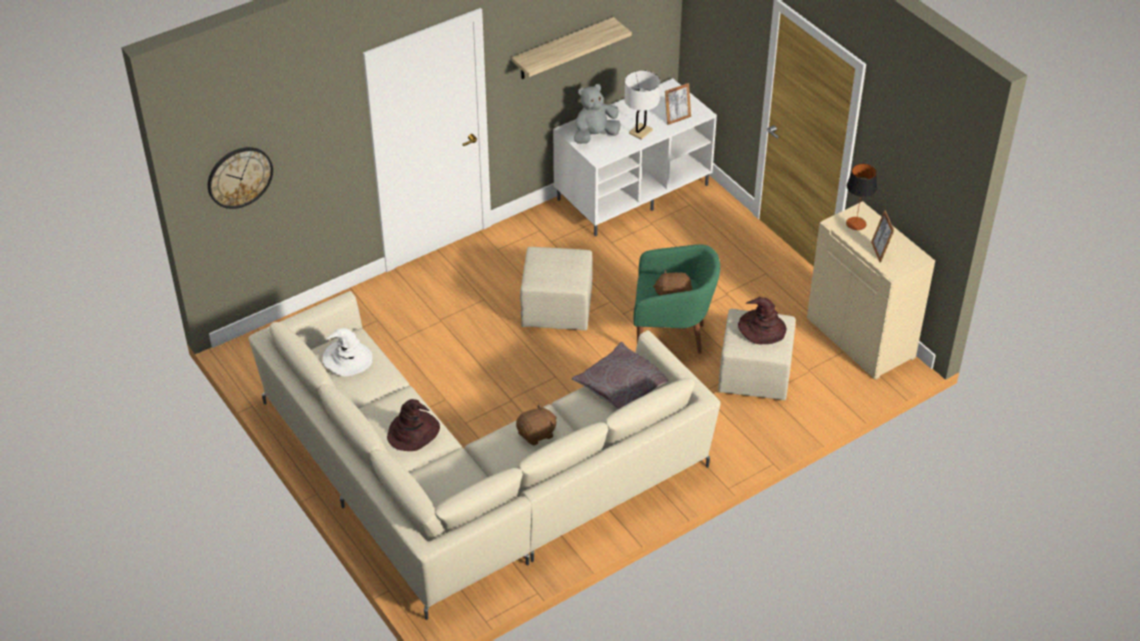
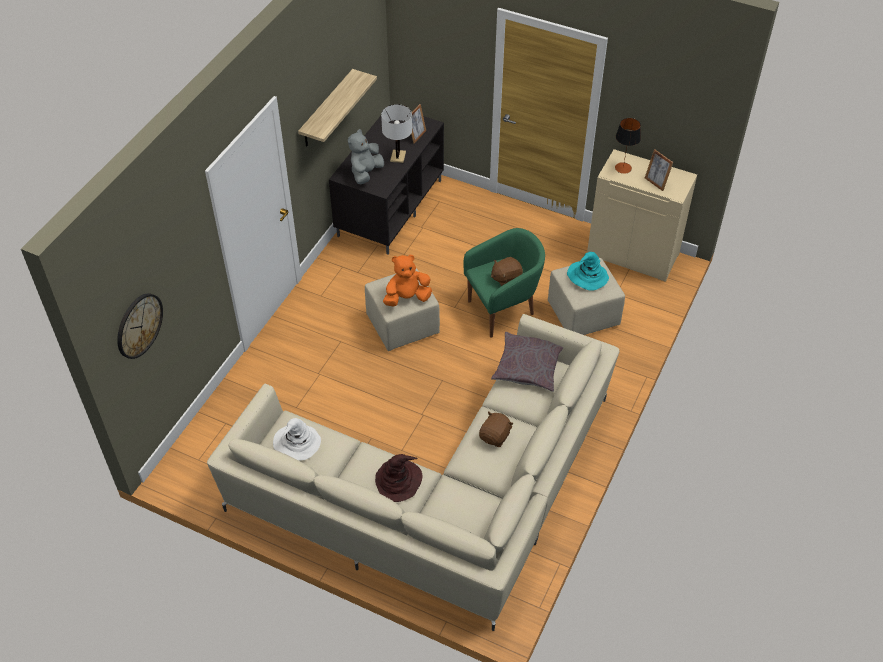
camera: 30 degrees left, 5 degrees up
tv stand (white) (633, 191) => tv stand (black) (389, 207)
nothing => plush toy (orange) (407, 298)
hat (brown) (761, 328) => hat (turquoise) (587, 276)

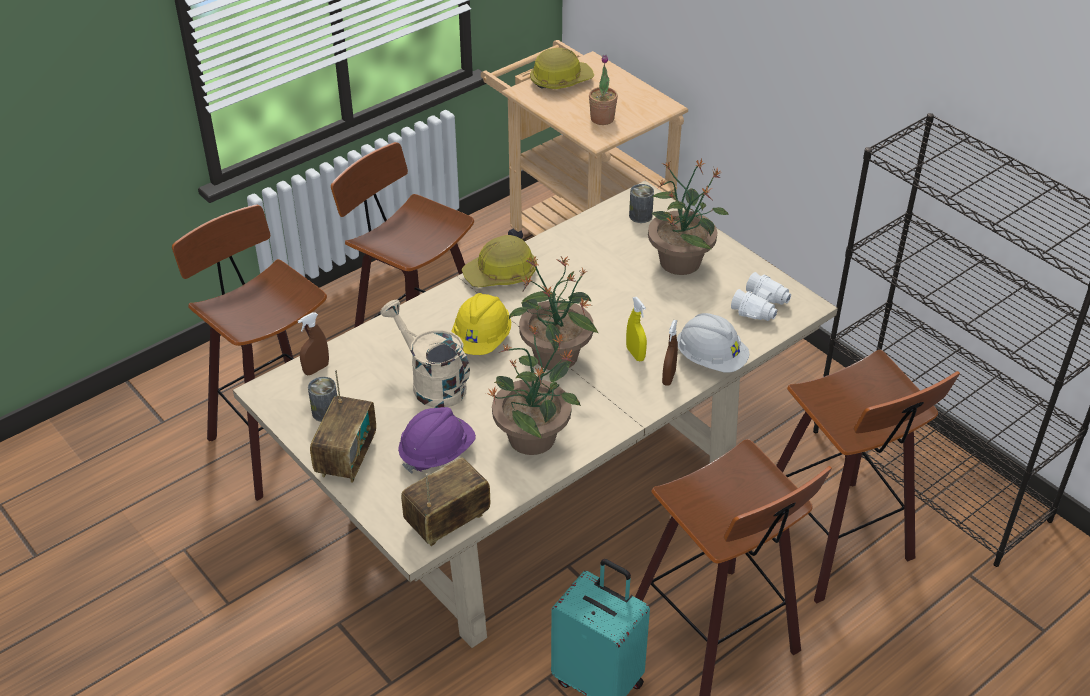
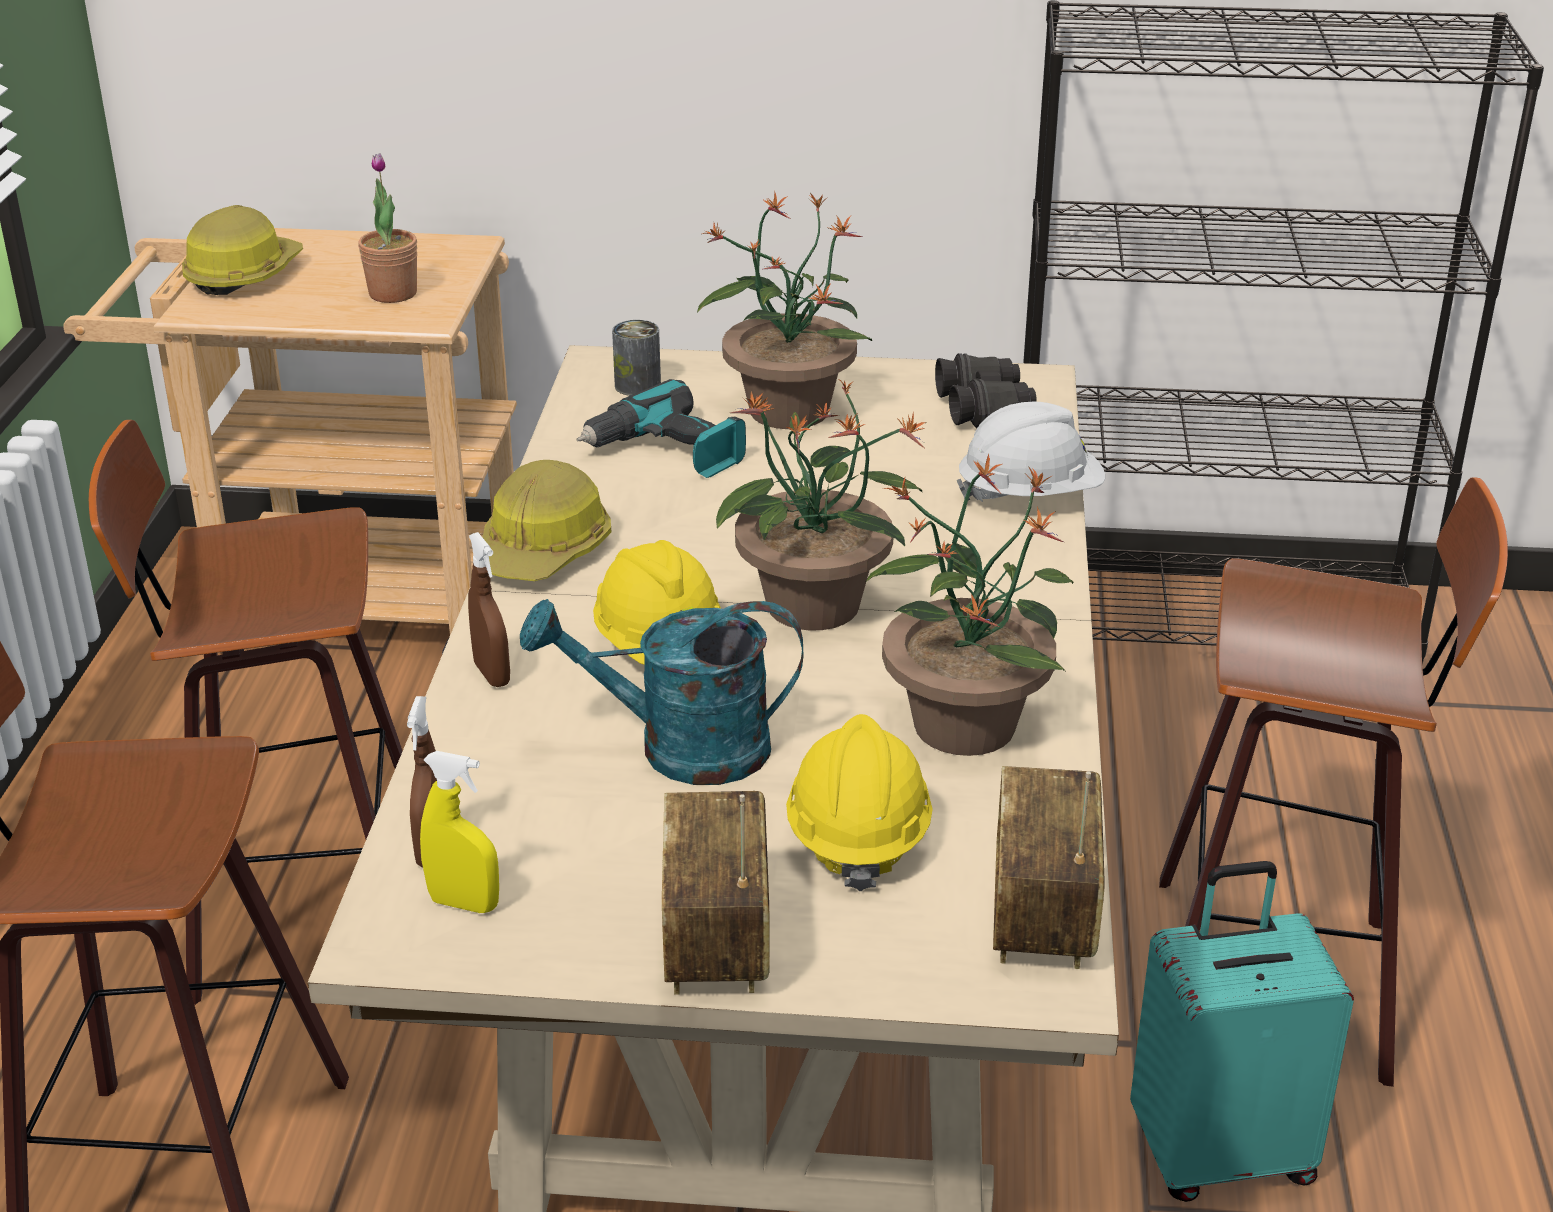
camera: 45 degrees left, 10 degrees down
spray bottle (yellow) (635, 354) => spray bottle (yellow) (464, 903), moved
spray bottle (brown) (668, 377) => spray bottle (brown) (492, 674), moved
watering can (beige) (431, 383) => watering can (turquoise) (680, 749)
nothing => power drill (667, 453)
radio (346, 457) => radio (717, 942), 150 degrees counterclockwise
hard hat (purple) (437, 453) => hard hat (yellow) (857, 836)
binoculars (white) (761, 307) => binoculars (black) (984, 408)
can (325, 412) => nothing
stool (836, 544) => nothing

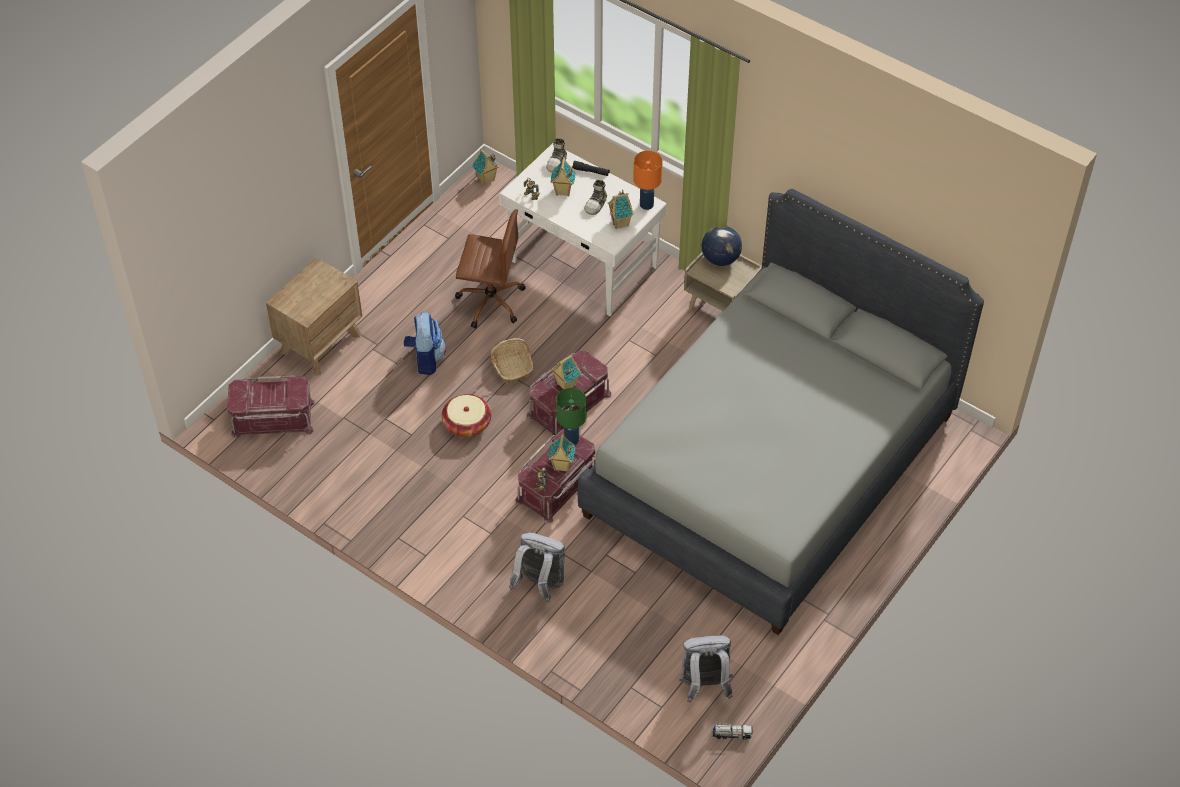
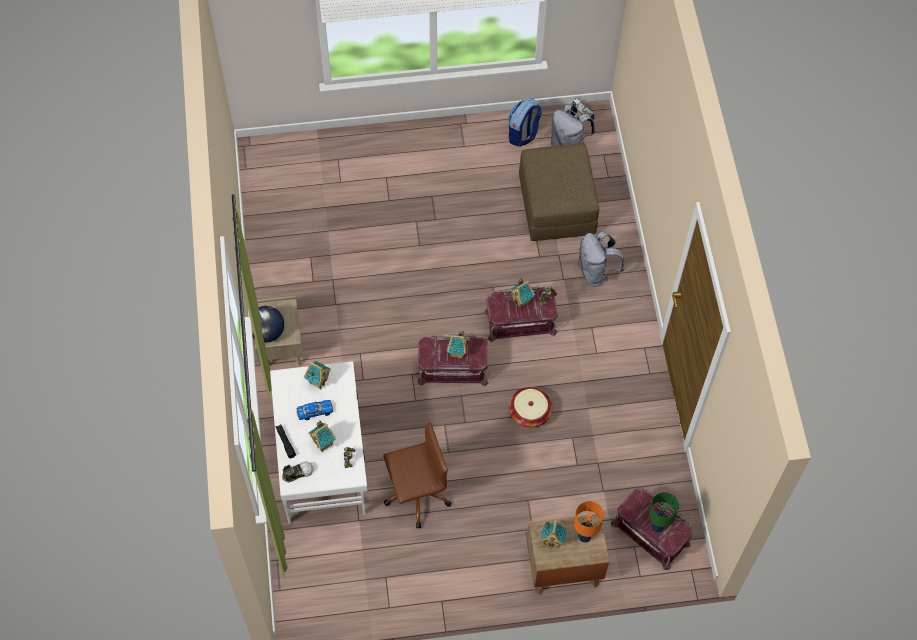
camera: 135 degrees left, 10 degrees up
shoe (596, 204) => toy car (315, 411)
office chair (brown) (490, 301) => office chair (brown) (415, 494), 105 degrees clockwise
backpack (425, 359) => backpack (523, 134), moved
nothing => ottoman (brown) (556, 206)
toy house (486, 179) => toy house (552, 540), moved
table lamp (orange) (646, 204) => table lamp (orange) (584, 536), moved
table lamp (green) (571, 439) => table lamp (green) (657, 527), moved
basket (512, 366) => nothing
bed (grey) (771, 465) => nothing

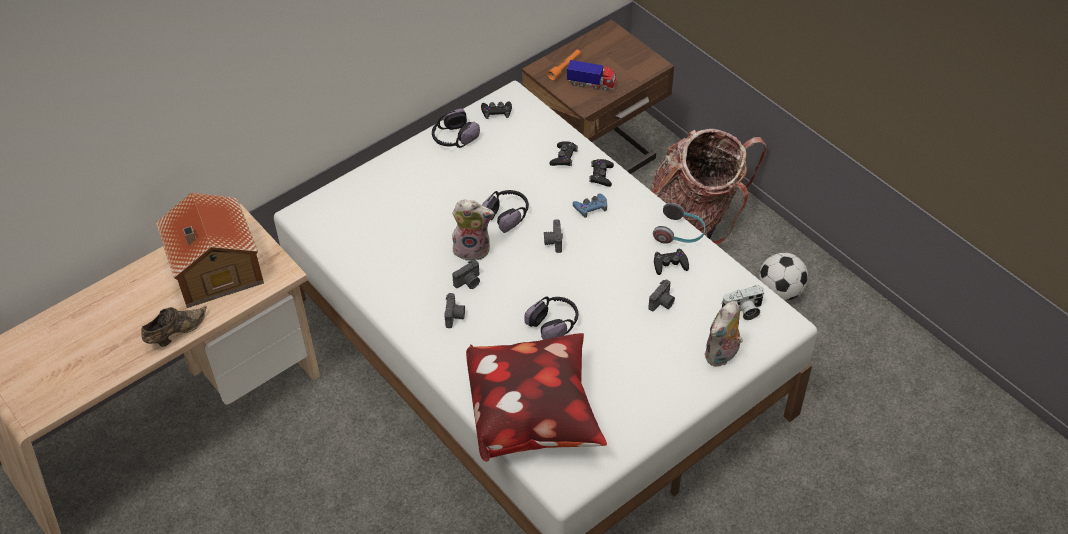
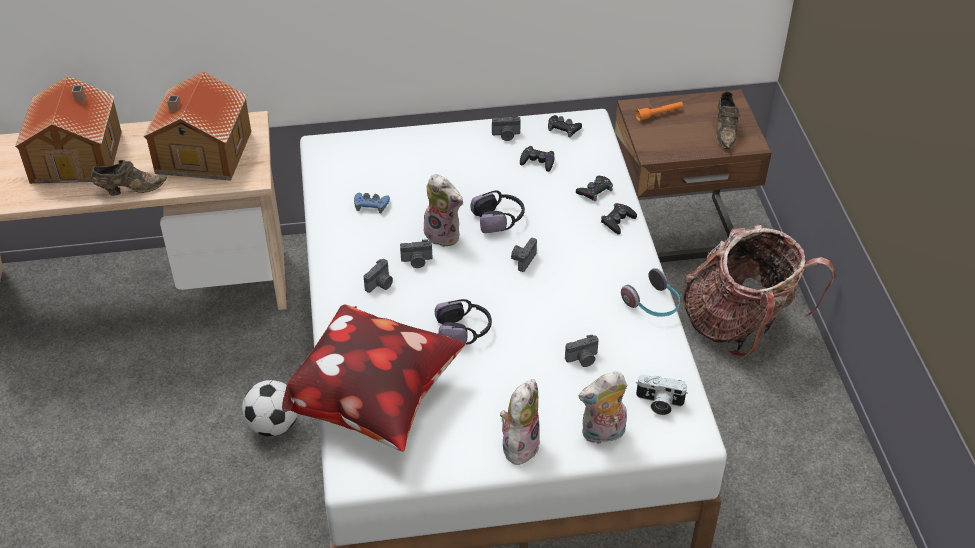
camera: 30 degrees right, 5 degrees down
nothing => toy house (78, 156)
football (780, 291) => football (273, 425), moved
game controller (blue) (590, 207) => game controller (blue) (371, 205), moved
headphones (454, 138) => photo camera (506, 135)
nothing => plush toy (519, 444)
game controller (black) (670, 264) => game controller (black) (537, 161), moved
nothing => shoe (brown) (725, 131)
toy truck (591, 84) => nothing

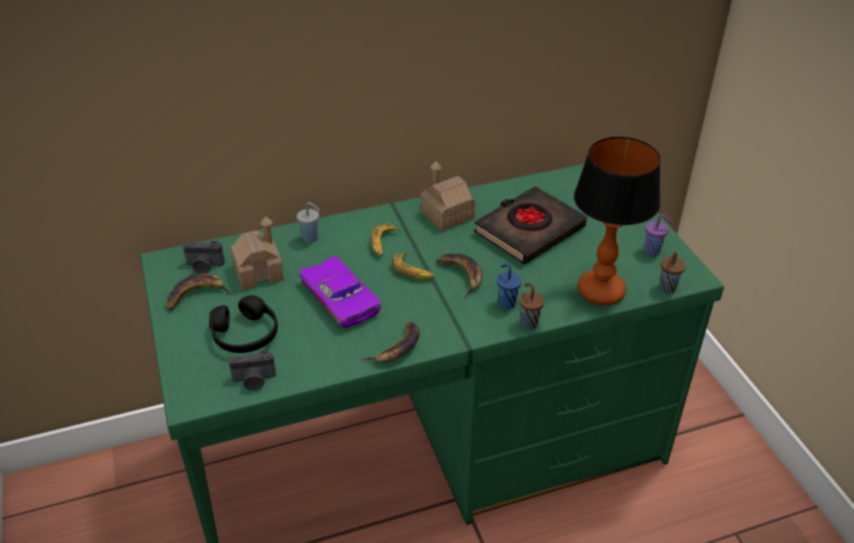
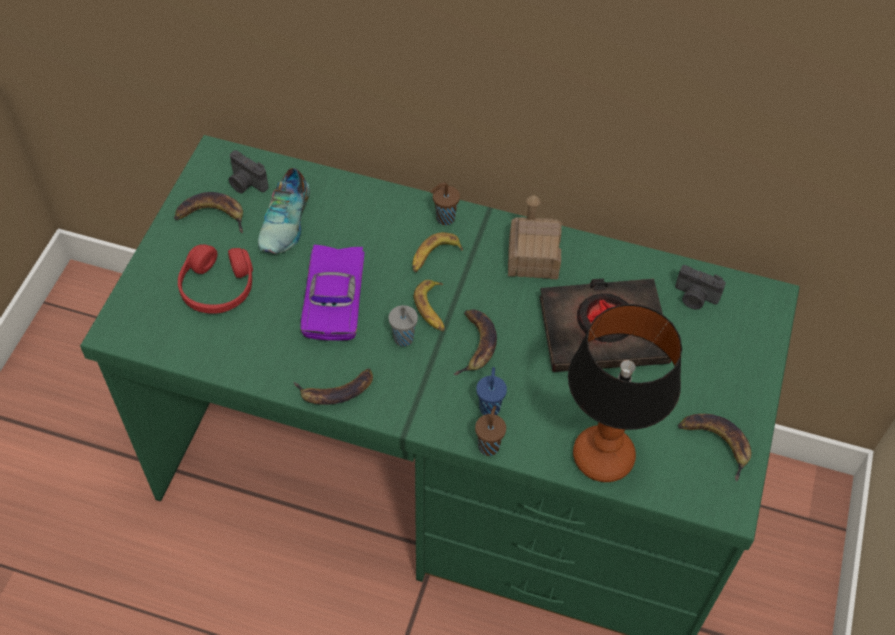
camera: 35 degrees right, 15 degrees up
headphones (black) (245, 334) => headphones (red) (217, 287)
toy house (258, 272) => shoe (287, 220)
cup (grey) (311, 238) => cup (grey) (404, 339), moved
cup (brown) (667, 288) => cup (brown) (444, 218), moved
photo camera (254, 380) => photo camera (694, 297), moved
cup (purple) (653, 251) => banana (717, 443)

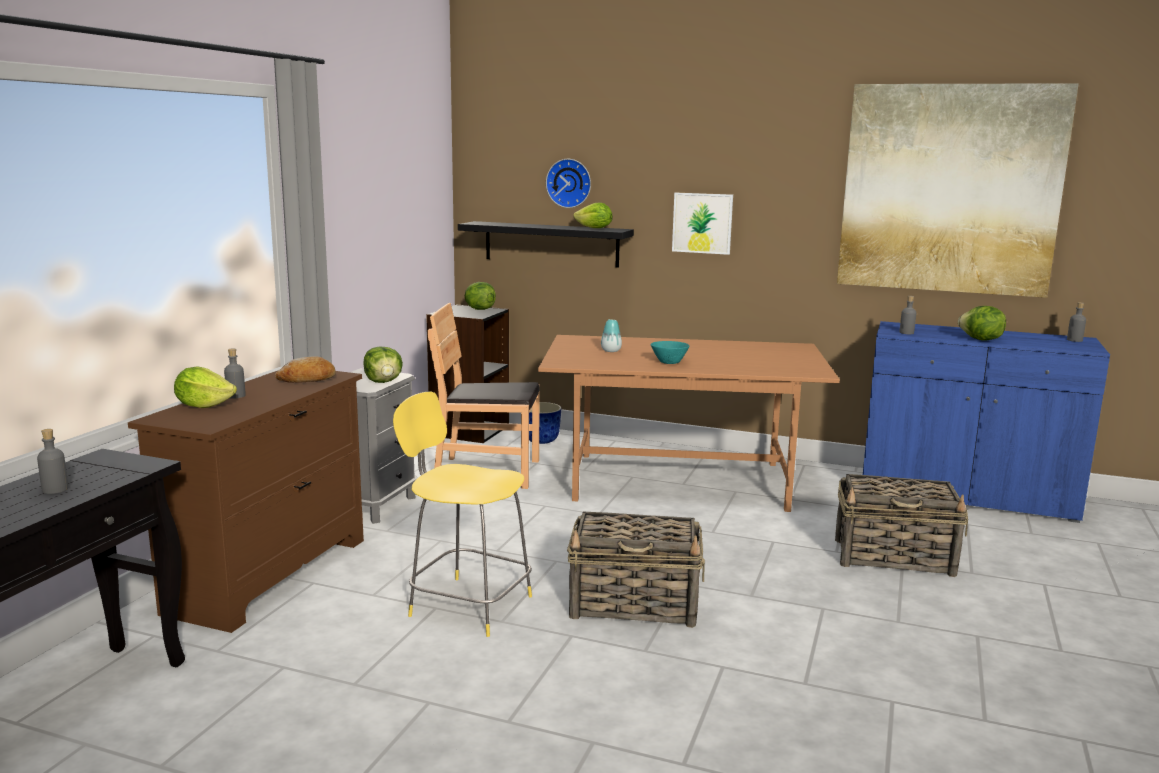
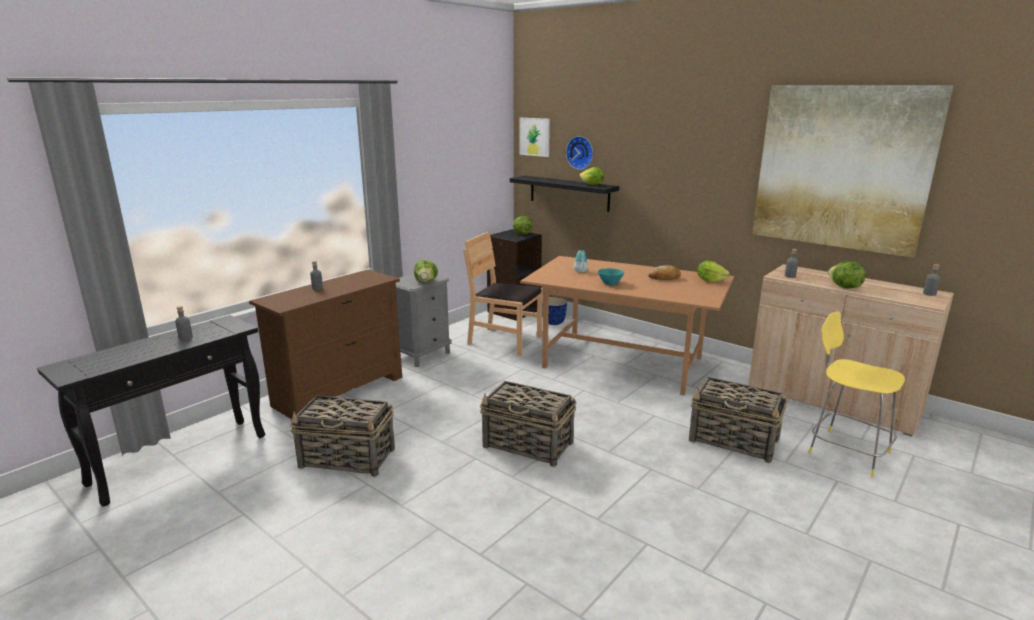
camera: 20 degrees right, 5 degrees up
nothing => basket (348, 458)
picture (702, 223) => picture (534, 137), moved
bread (307, 379) => bread (665, 278), moved
lettuce (204, 405) => lettuce (710, 280), moved
cabinet (blue) (965, 495) => cabinet (beige) (832, 401)
stool (yellow) (467, 605) => stool (yellow) (846, 451), moved

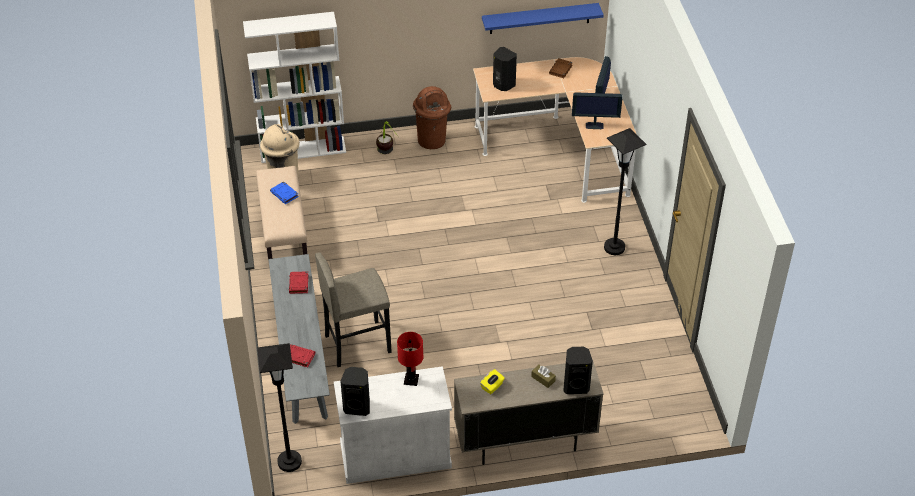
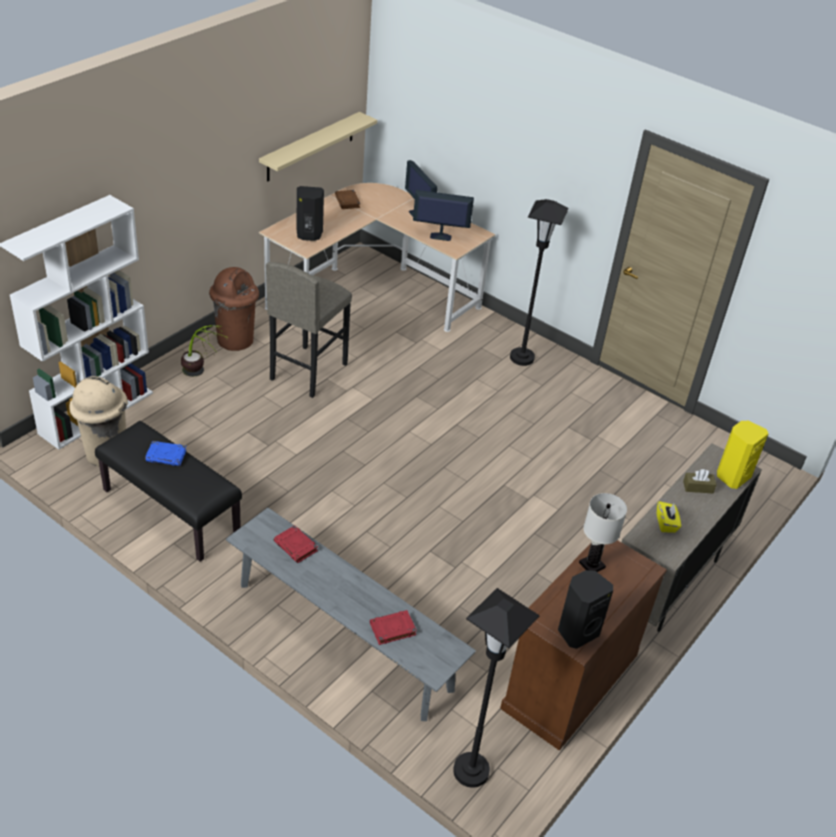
camera: 45 degrees left, 5 degrees down
bench (beige) (283, 232) => bench (black) (170, 511)
shelf (blue) (540, 18) => shelf (beige) (310, 147)
stool (grey) (357, 343) => stool (grey) (308, 371), moved
monitor (595, 125) => monitor (440, 236), 135 degrees counterclockwise
cabinet (white) (395, 455) => cabinet (brown) (569, 681)
table lamp (red) (411, 380) => table lamp (white) (592, 565)
speaker (black) (575, 386) => speaker (yellow) (732, 476)

